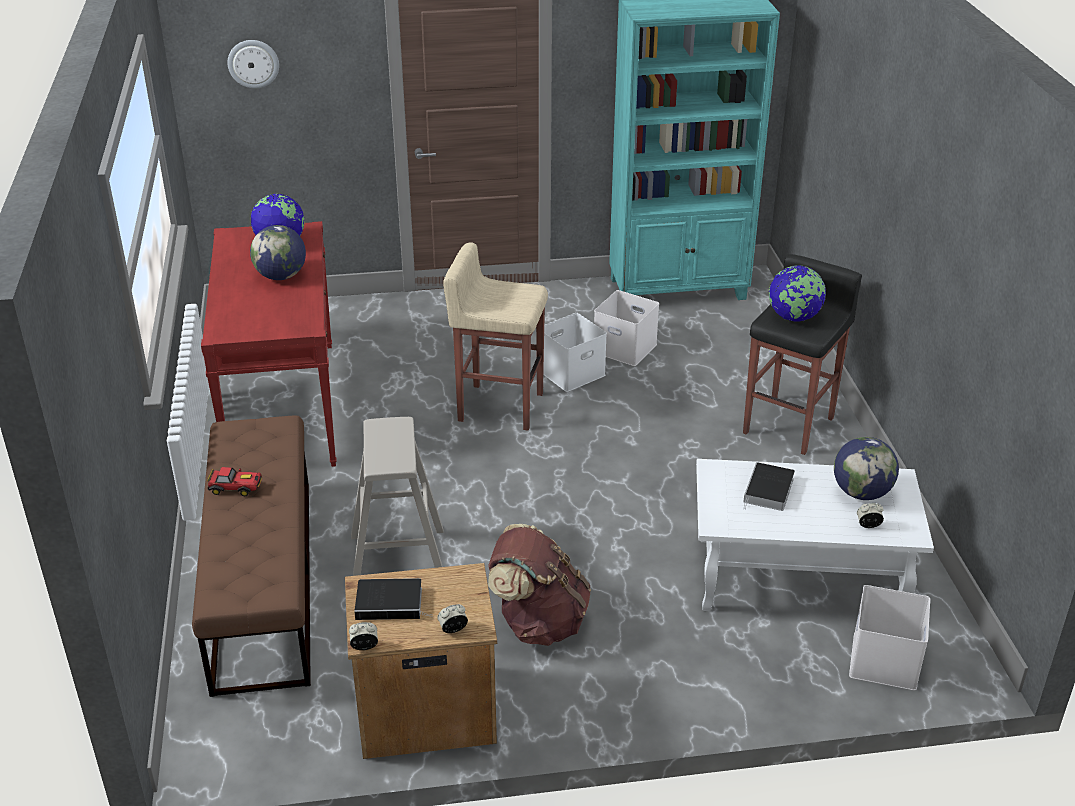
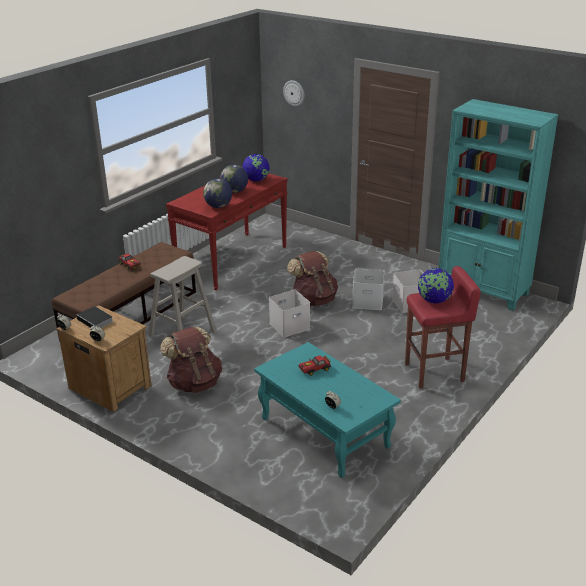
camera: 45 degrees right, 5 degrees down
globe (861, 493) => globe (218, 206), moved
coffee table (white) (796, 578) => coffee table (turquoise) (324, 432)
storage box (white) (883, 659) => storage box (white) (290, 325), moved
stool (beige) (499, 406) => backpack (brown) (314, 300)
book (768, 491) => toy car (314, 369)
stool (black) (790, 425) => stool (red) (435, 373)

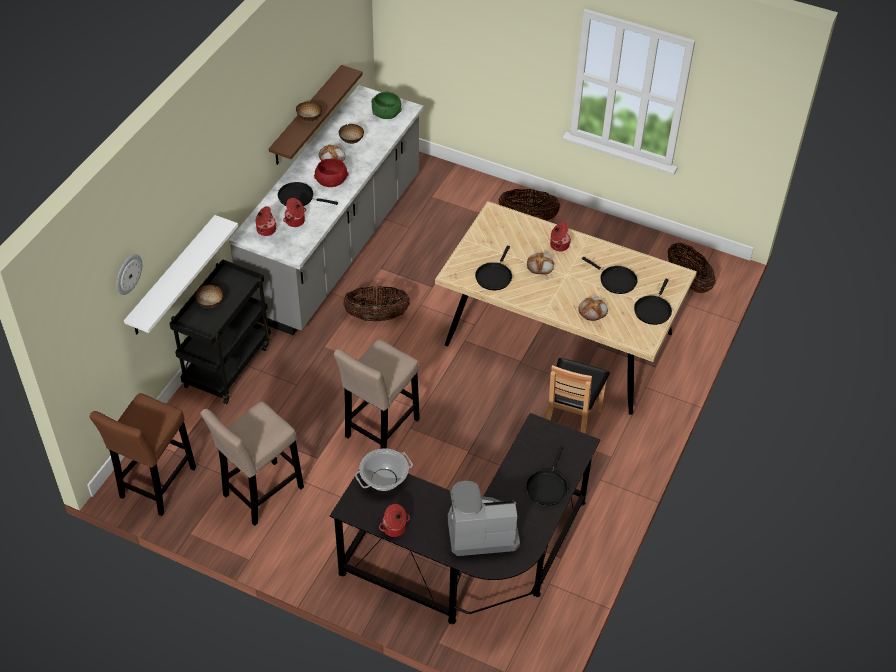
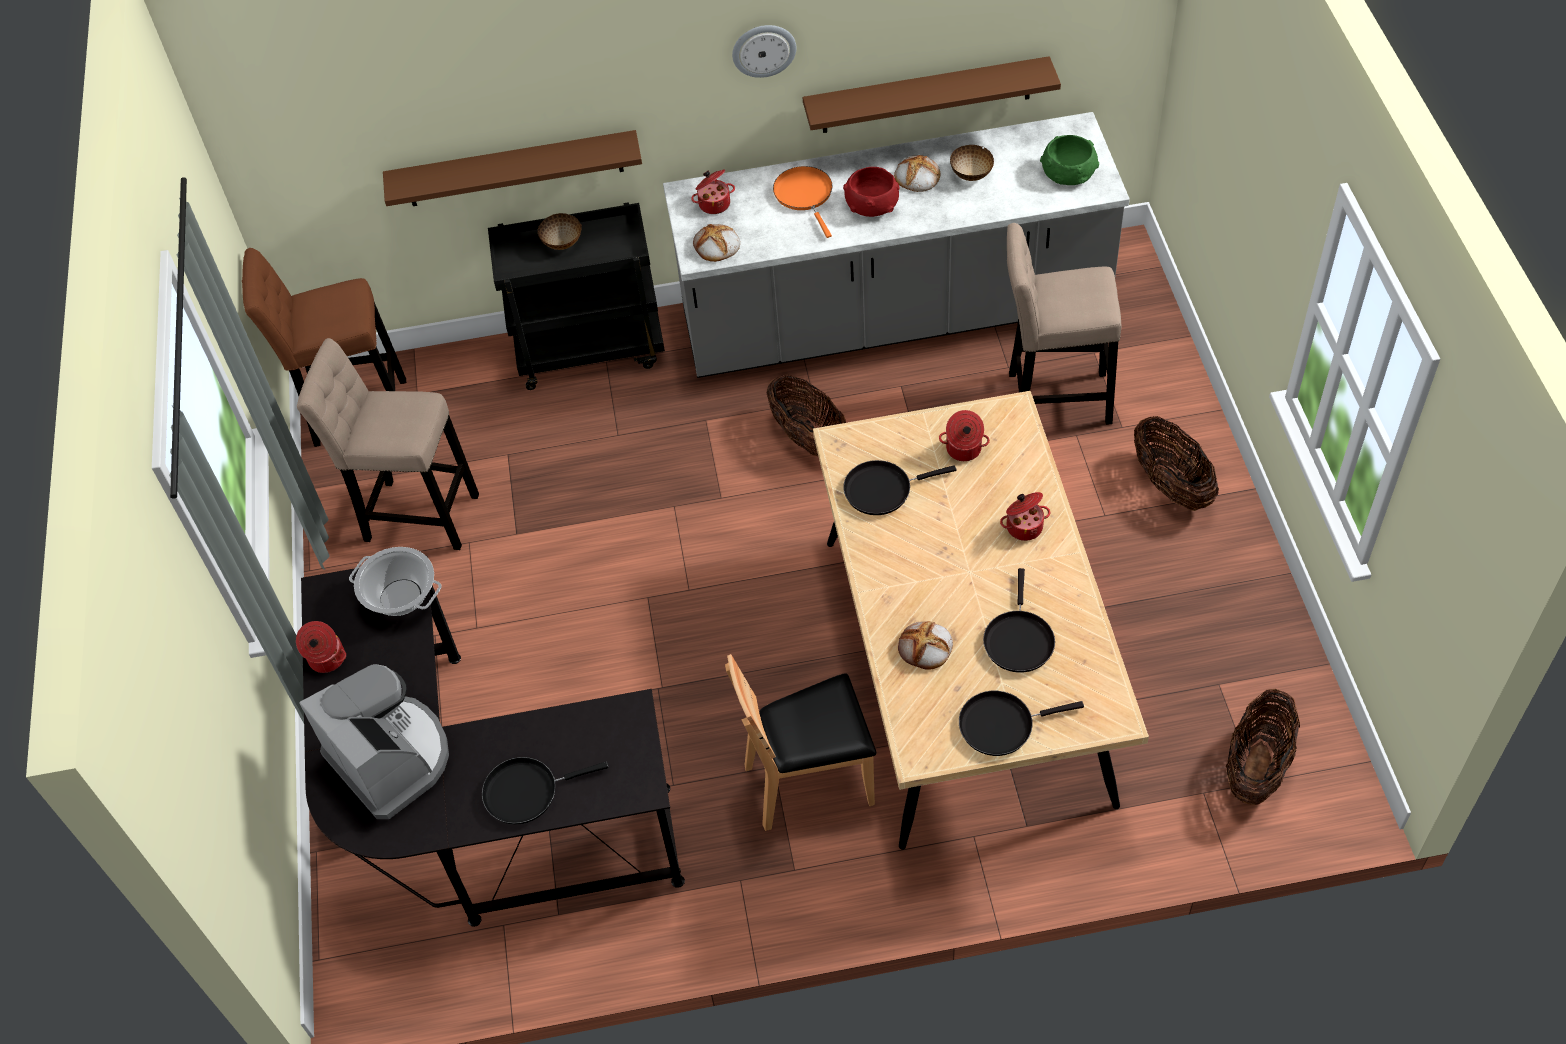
camera: 60 degrees right, 5 degrees up
shelf (white) (173, 276) => shelf (brown) (514, 169)
bread (540, 265) => bread (716, 246), moved
wall clock (128, 274) => wall clock (764, 50), moved
frying pan (black) (298, 197) => frying pan (orange) (805, 195)
cooking pot (295, 221) => cooking pot (963, 449), moved
stool (beige) (380, 431) => stool (beige) (1052, 399), moved
bowl (310, 118) => nothing

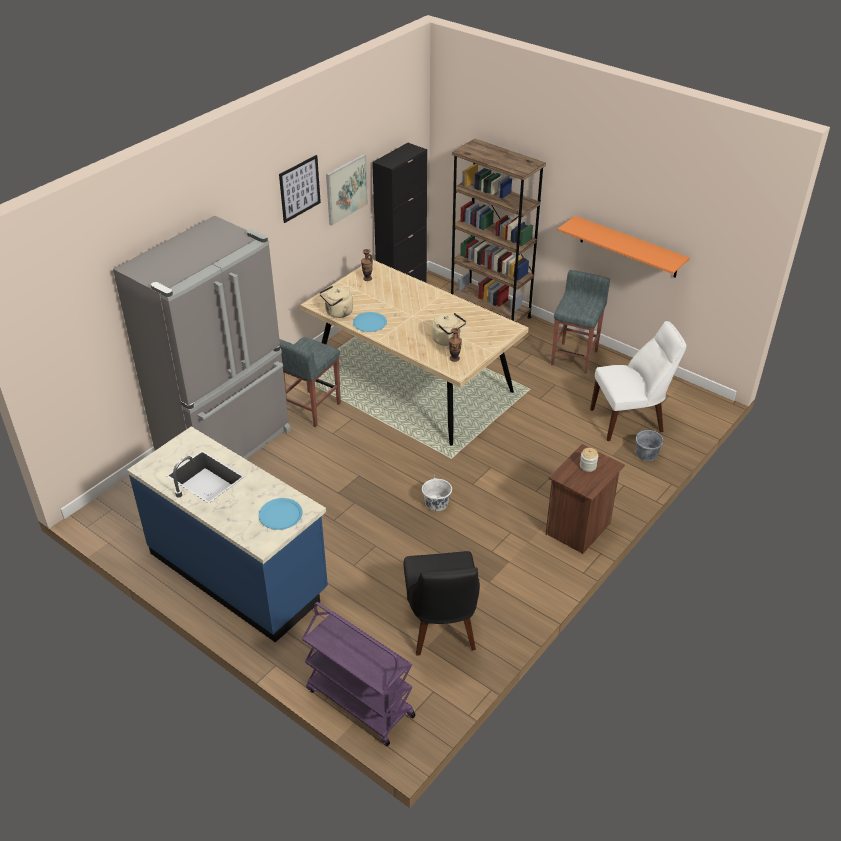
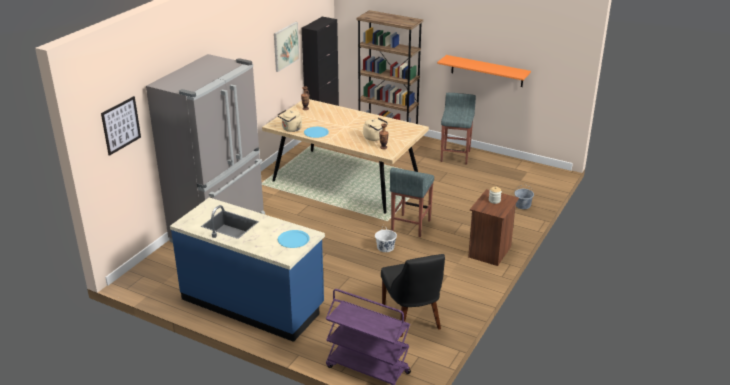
camera: 10 degrees left, 10 degrees down
picture (299, 188) => picture (121, 125), moved
stool (grey) (311, 409) => stool (grey) (410, 226), moved
chair (white) (630, 420) => nothing

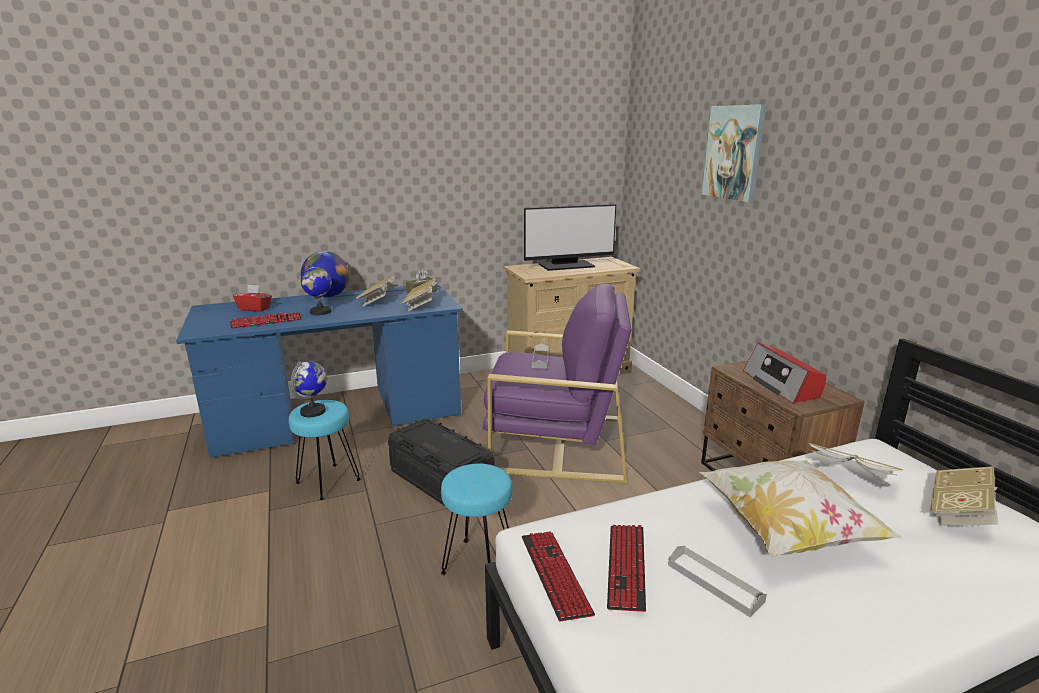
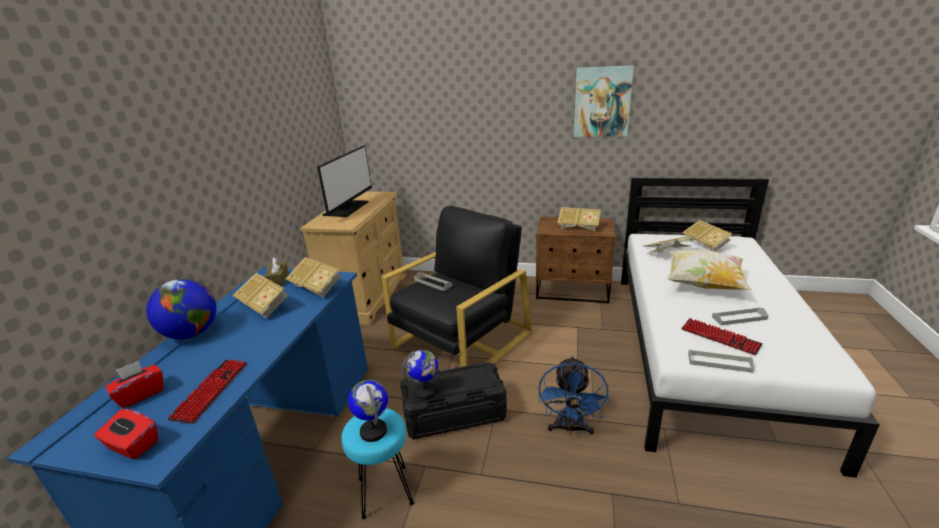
camera: 55 degrees left, 5 degrees up
nothing => tissue box (red) (132, 446)
armchair (purple) (558, 443) => armchair (black) (461, 339)
globe (320, 312) => globe (425, 392), moved
stool (turquoise) (479, 563) => fan (blue) (570, 428)
radio (782, 385) => book (578, 227)
picture (733, 152) => picture (602, 102), moved
keyboard (555, 575) => tray (grey) (719, 363)

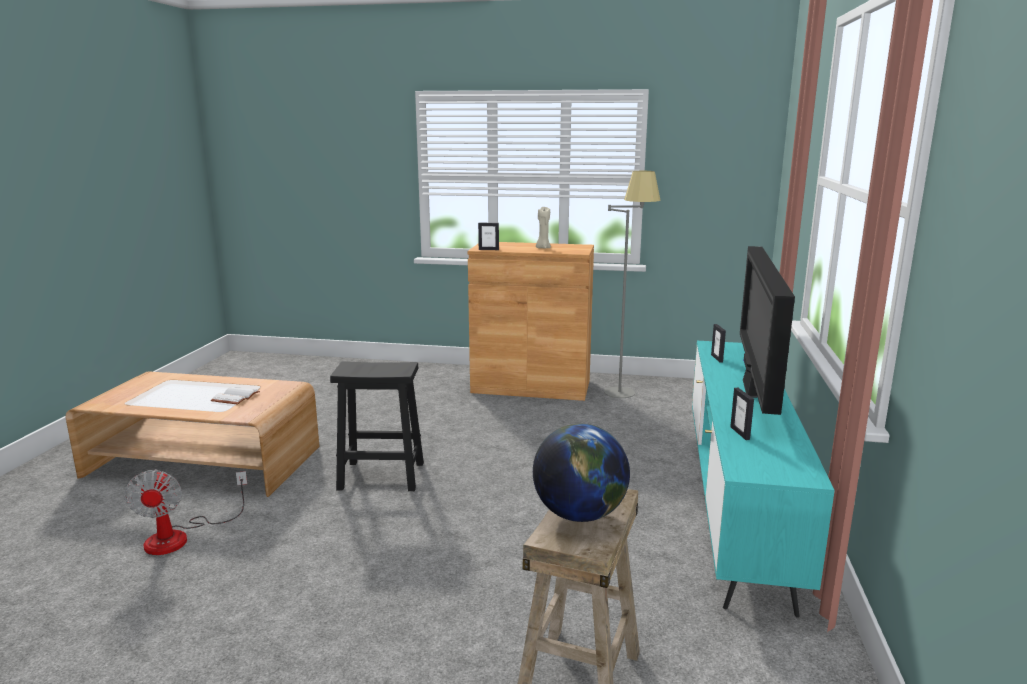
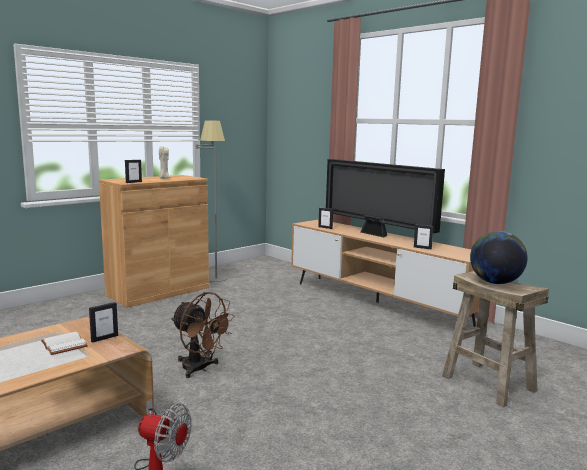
camera: 55 degrees left, 5 degrees down
nothing => picture frame (104, 338)
stool (black) (383, 476) => fan (brown) (200, 369)
tv stand (turquoise) (736, 505) => tv stand (brown) (377, 303)

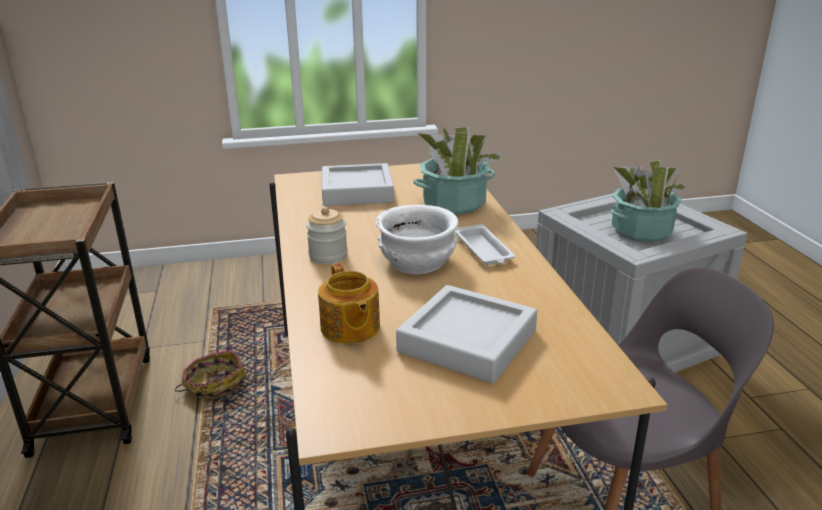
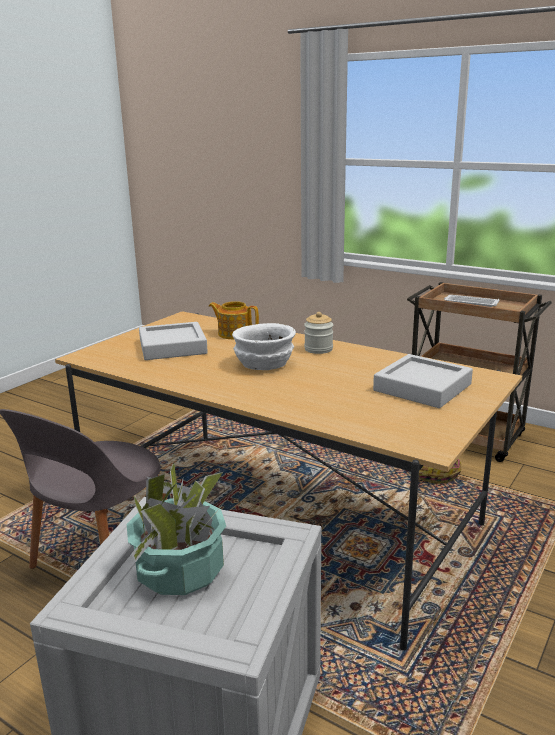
camera: 135 degrees right, 5 degrees down
tray (white) (483, 250) => tray (white) (470, 304), moved
potted plant (454, 204) => nothing

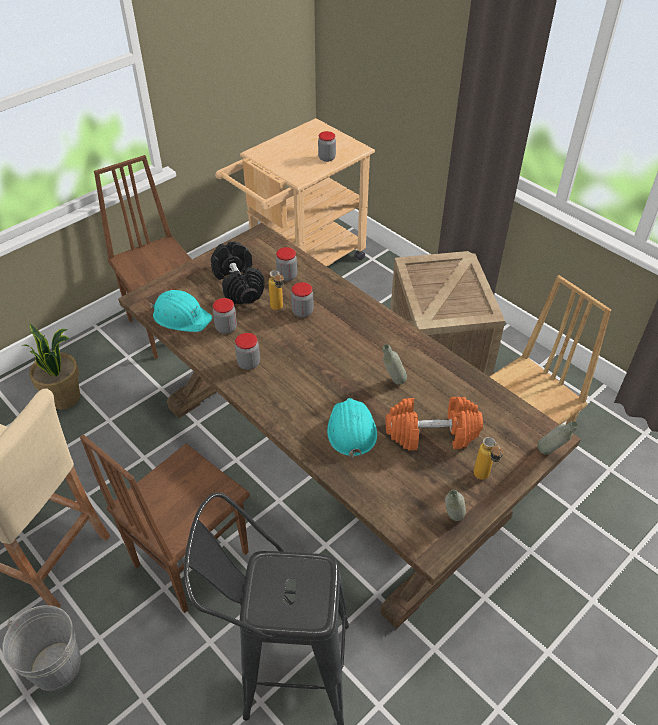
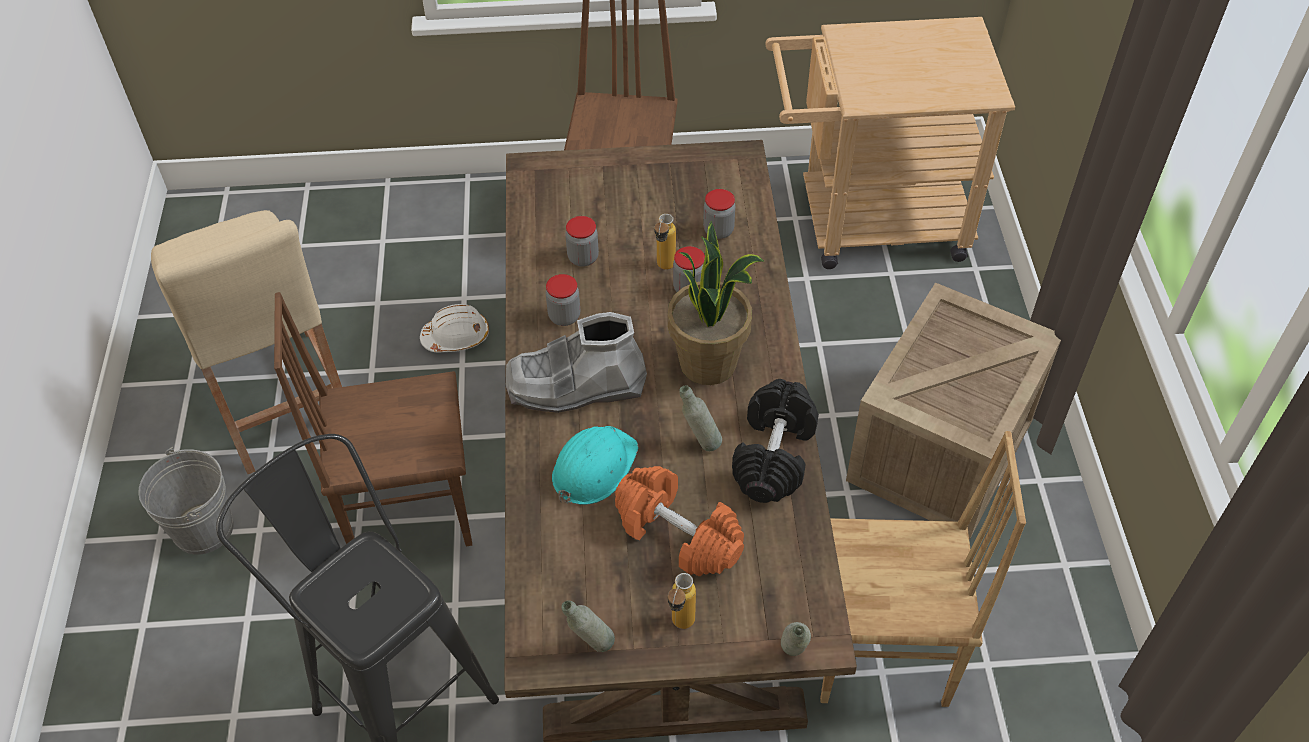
camera: 40 degrees right, 5 degrees up
nothing => hard hat (white) (456, 337)
nothing => boot (grey) (575, 386)
potted plant (65, 397) => potted plant (709, 363), moved
dumbbell (black) (239, 285) => dumbbell (black) (774, 456), moved
hard hat (turquoise) (181, 316) => nothing
jar (327, 158) => nothing

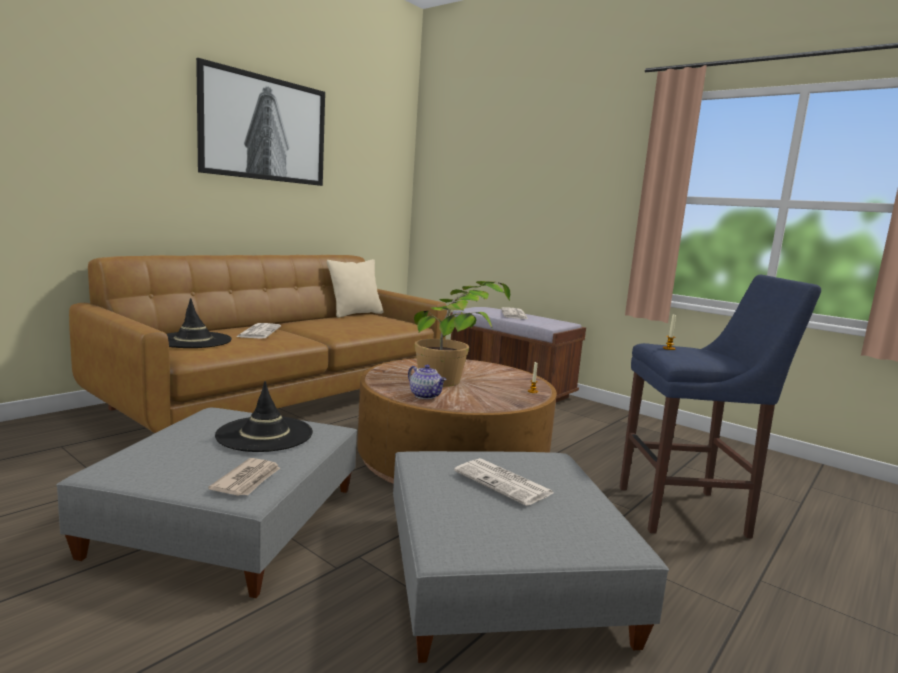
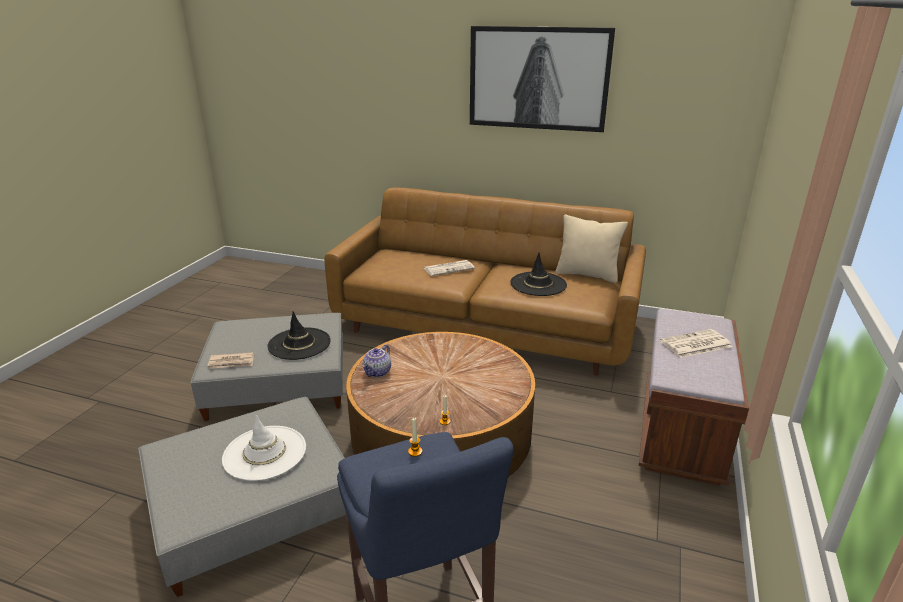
camera: 70 degrees right, 15 degrees up
newspaper (504, 483) => hat (white) (265, 453)
hat (black) (193, 340) => hat (black) (538, 284), moved
potted plant (457, 378) => nothing

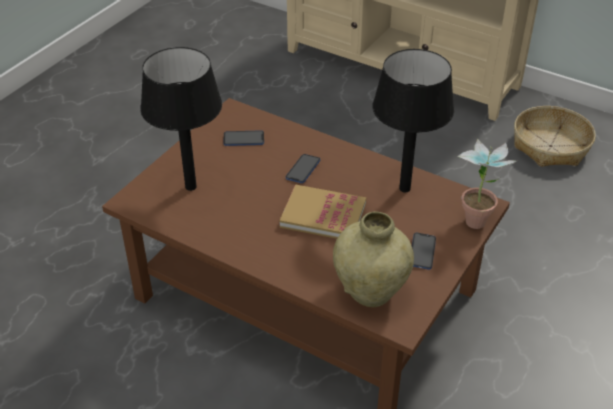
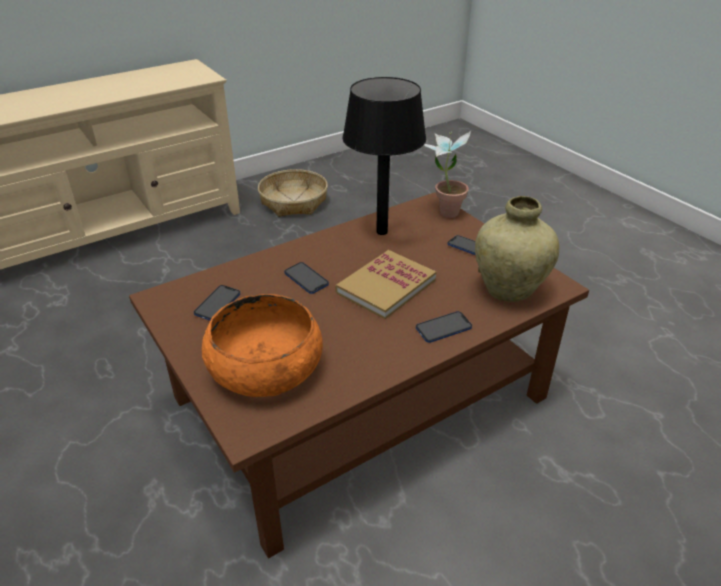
camera: 65 degrees left, 5 degrees down
table lamp (black) (191, 187) => bowl (orange) (266, 367)
nothing => phone (443, 328)

